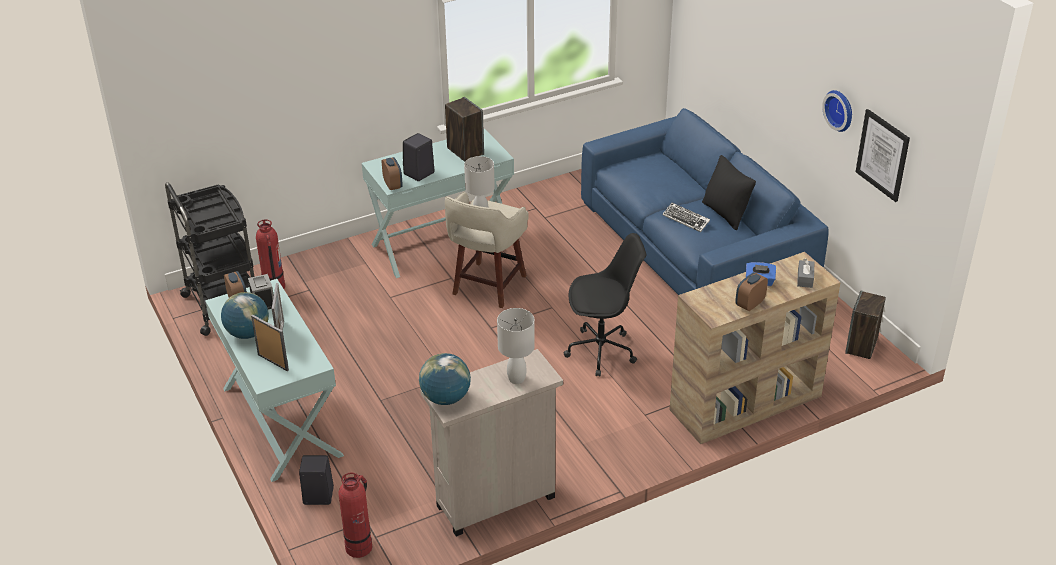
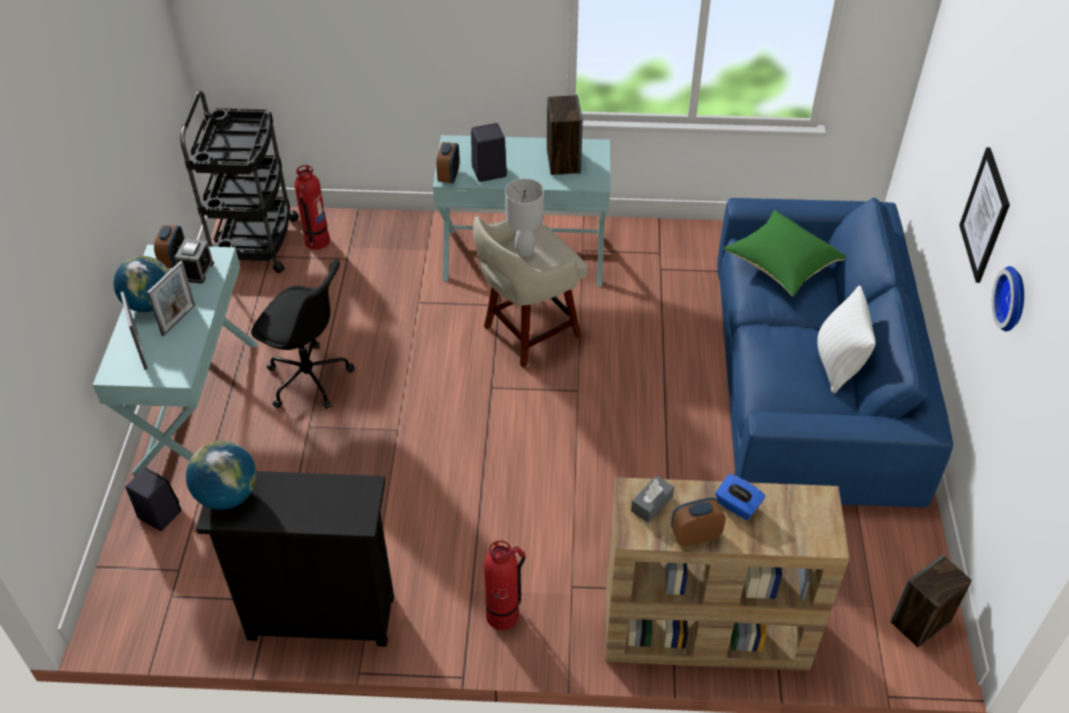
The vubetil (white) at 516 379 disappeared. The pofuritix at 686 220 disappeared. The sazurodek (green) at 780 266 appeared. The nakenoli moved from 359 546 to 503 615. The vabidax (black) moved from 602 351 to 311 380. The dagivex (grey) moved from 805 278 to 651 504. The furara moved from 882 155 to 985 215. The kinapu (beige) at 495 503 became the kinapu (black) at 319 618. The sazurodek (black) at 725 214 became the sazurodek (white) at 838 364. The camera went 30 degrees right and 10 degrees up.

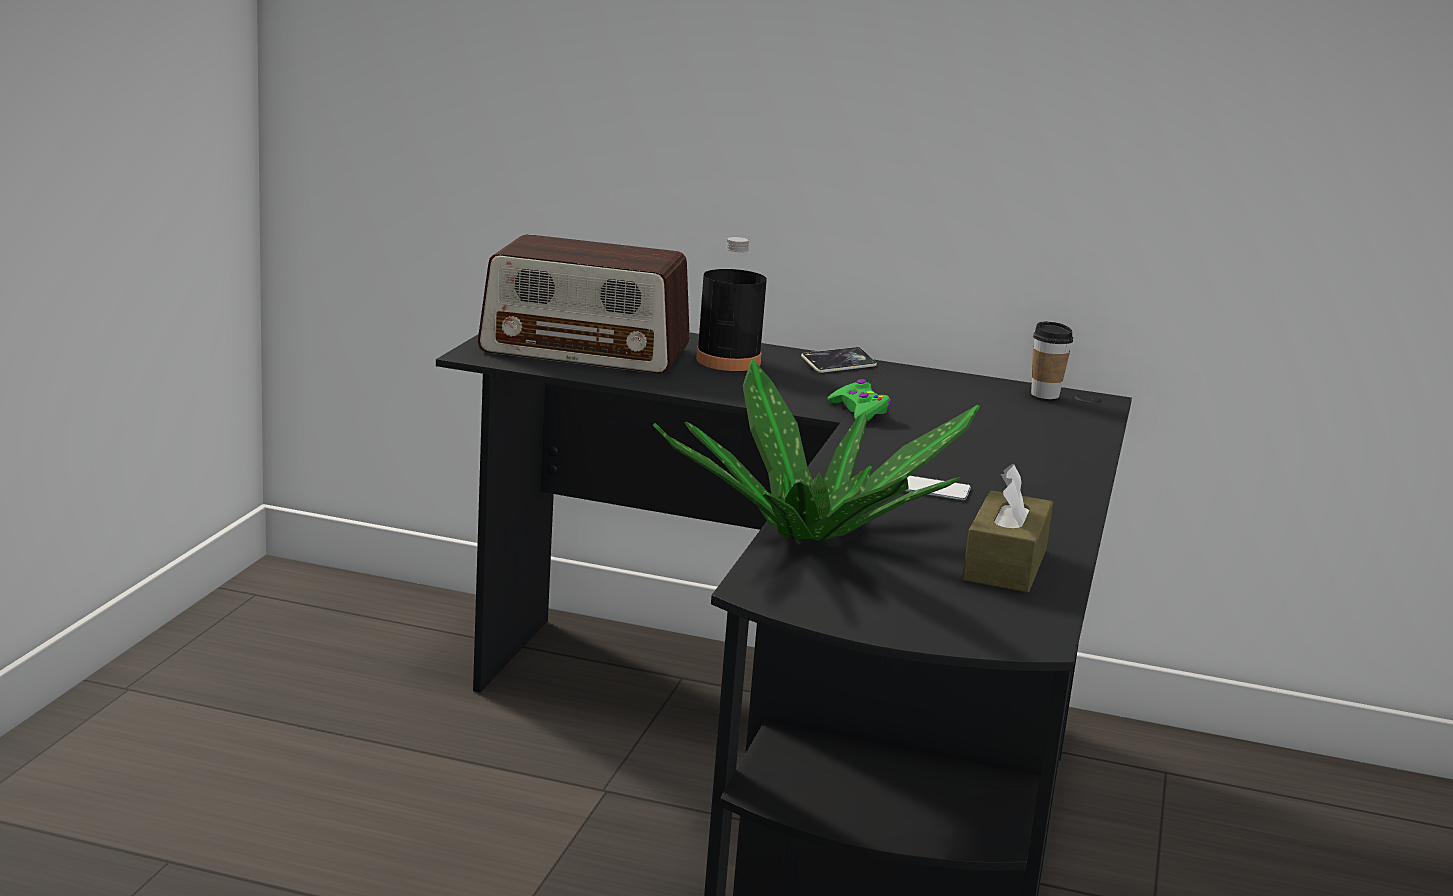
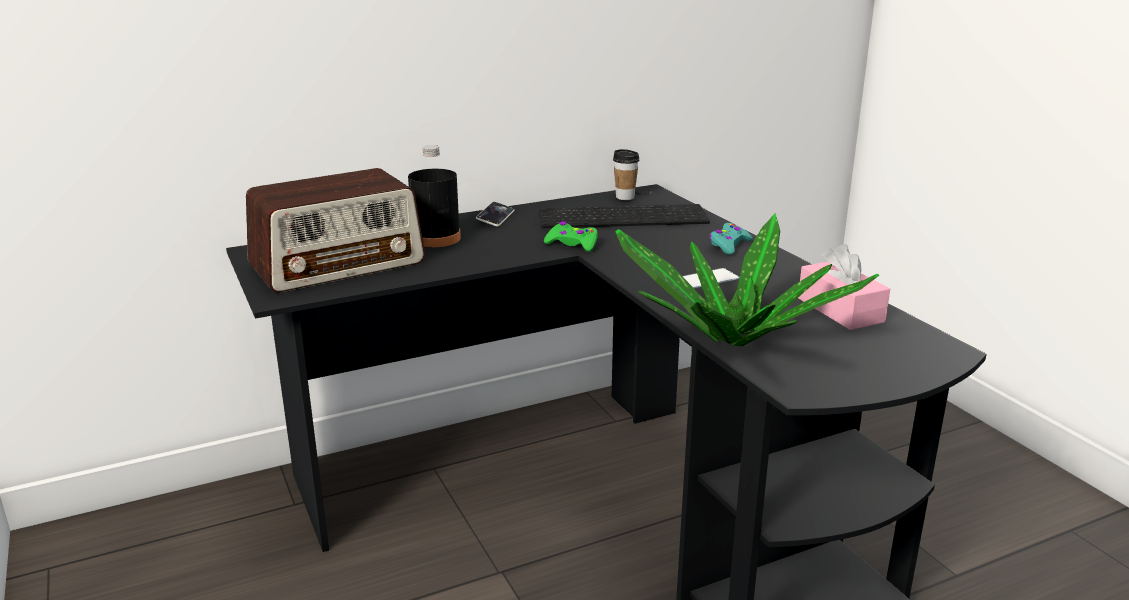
The pofuritix at 624 216 appeared. The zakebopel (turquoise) at 729 245 appeared. The dagivex (brown) at 1005 564 became the dagivex (pink) at 840 310. The camera went 40 degrees left and 5 degrees up.

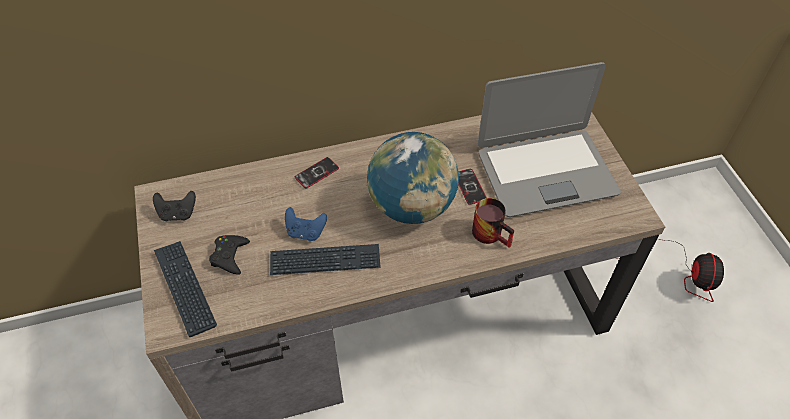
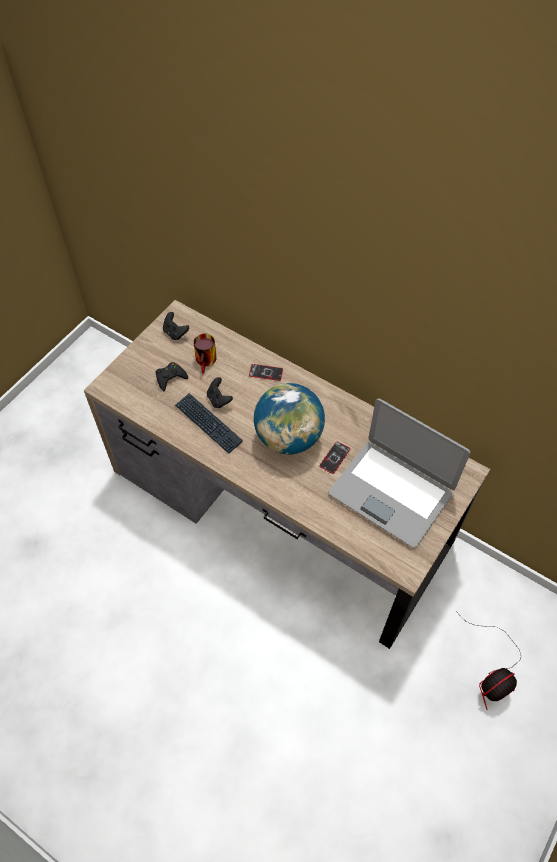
The pofuritix at 185 288 disappeared. The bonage moved from 492 233 to 207 361. The zakebopel (blue) at 305 232 became the zakebopel (black) at 219 399. The camera went 50 degrees right and 5 degrees up.

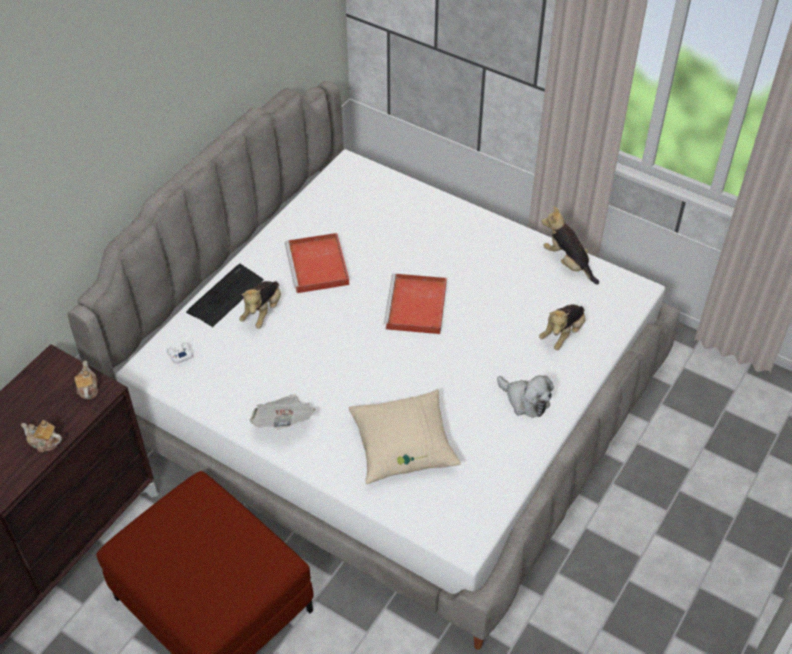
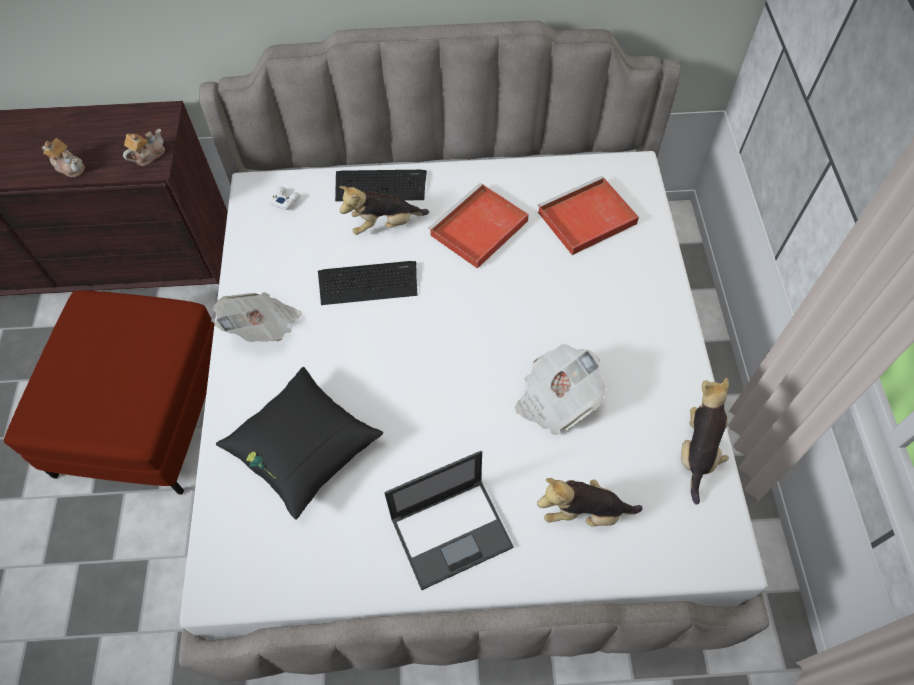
The pofuritix at 368 283 appeared. The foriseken at 556 399 appeared. The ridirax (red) moved from 416 307 to 585 219. The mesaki at 525 401 was replaced by the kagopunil at 452 531. The sazurodek (beige) at 403 446 became the sazurodek (black) at 304 448. The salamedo at 44 442 turned 135 degrees clockwise. The camera went 55 degrees right and 10 degrees up.

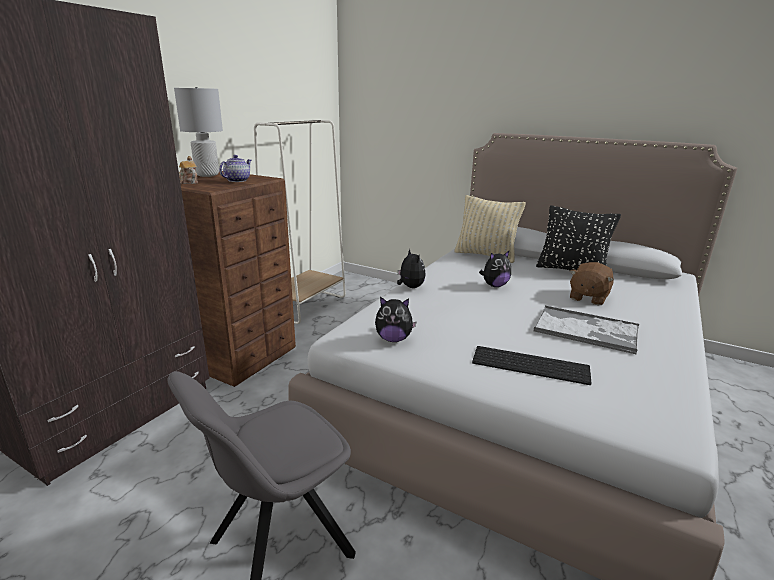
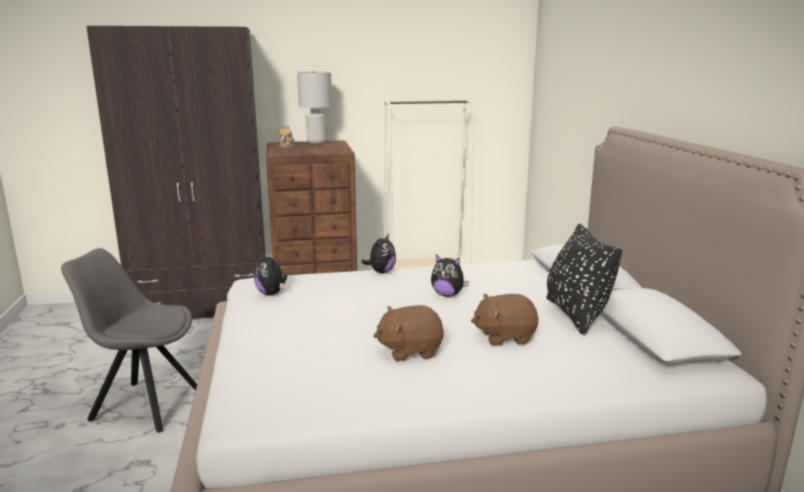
The salamedo at 237 180 disappeared. The sazurodek (beige) at 485 255 disappeared. The pofuritix at 531 364 disappeared. The ridirax at 587 330 was replaced by the mesaki (brown) at 410 351. The camera went 50 degrees right and 5 degrees down.

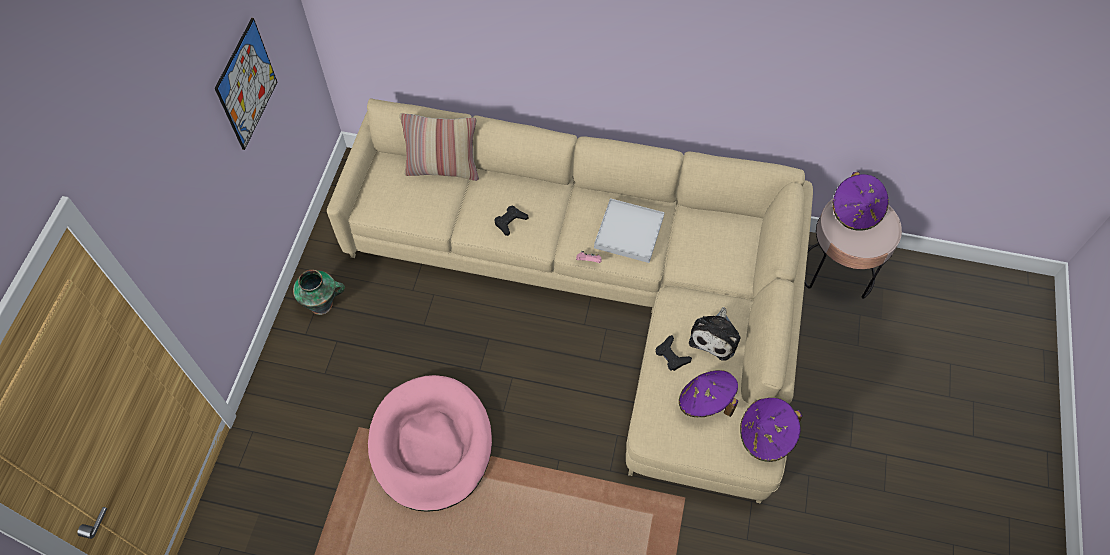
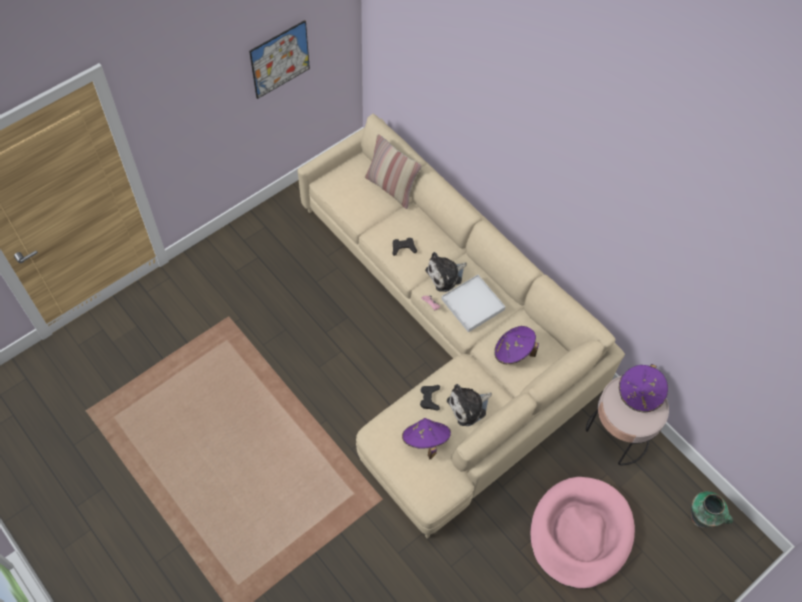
The mesaki at 446 275 appeared. The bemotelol moved from 322 304 to 702 518. The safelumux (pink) moved from 431 444 to 580 533. The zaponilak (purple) moved from 766 436 to 513 352. The camera went 35 degrees right and 0 degrees up.

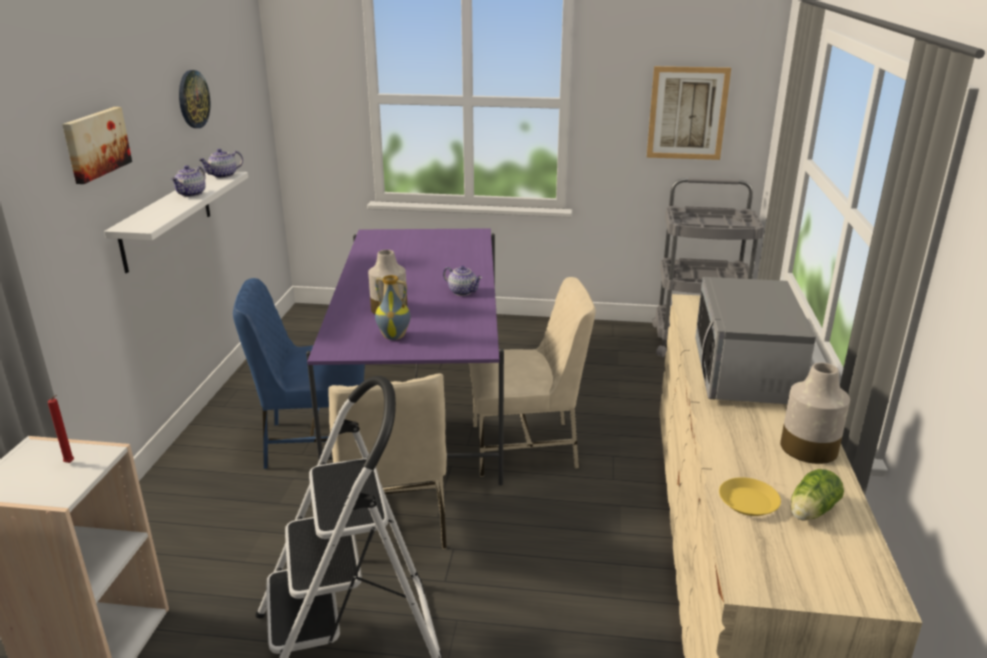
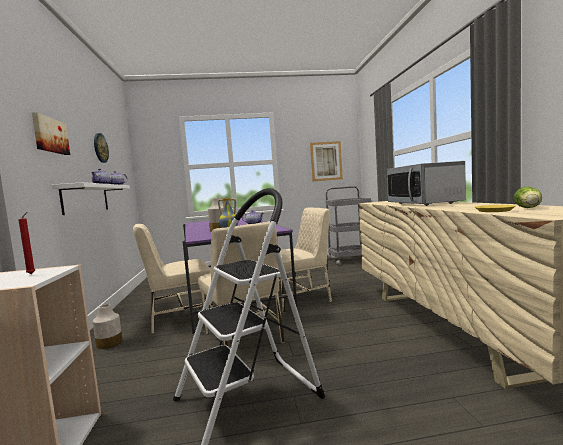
The bemotelol (beige) moved from 809 447 to 109 343. The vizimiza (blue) at 315 442 became the vizimiza (beige) at 180 318. The camera went 15 degrees left and 20 degrees down.

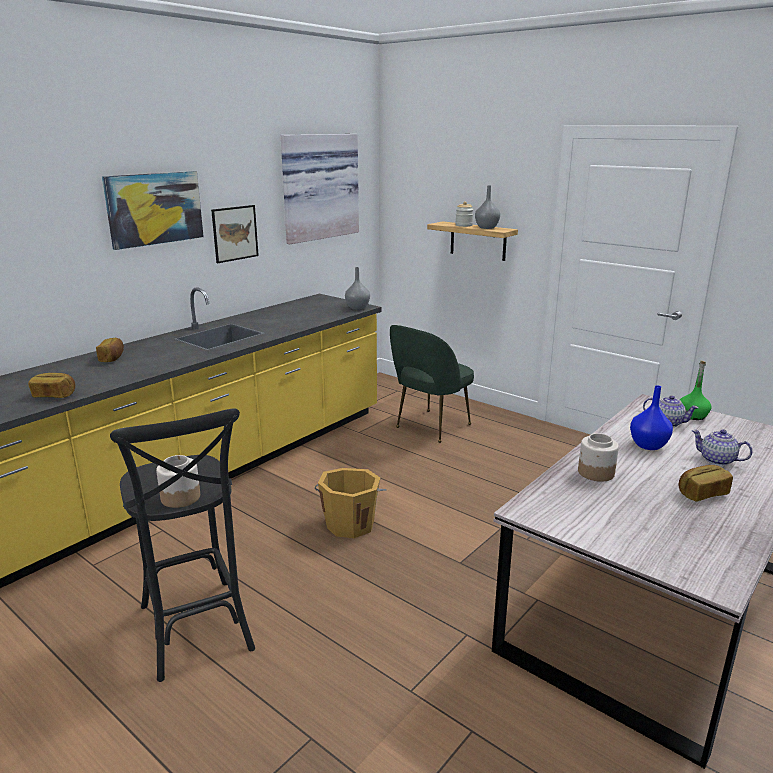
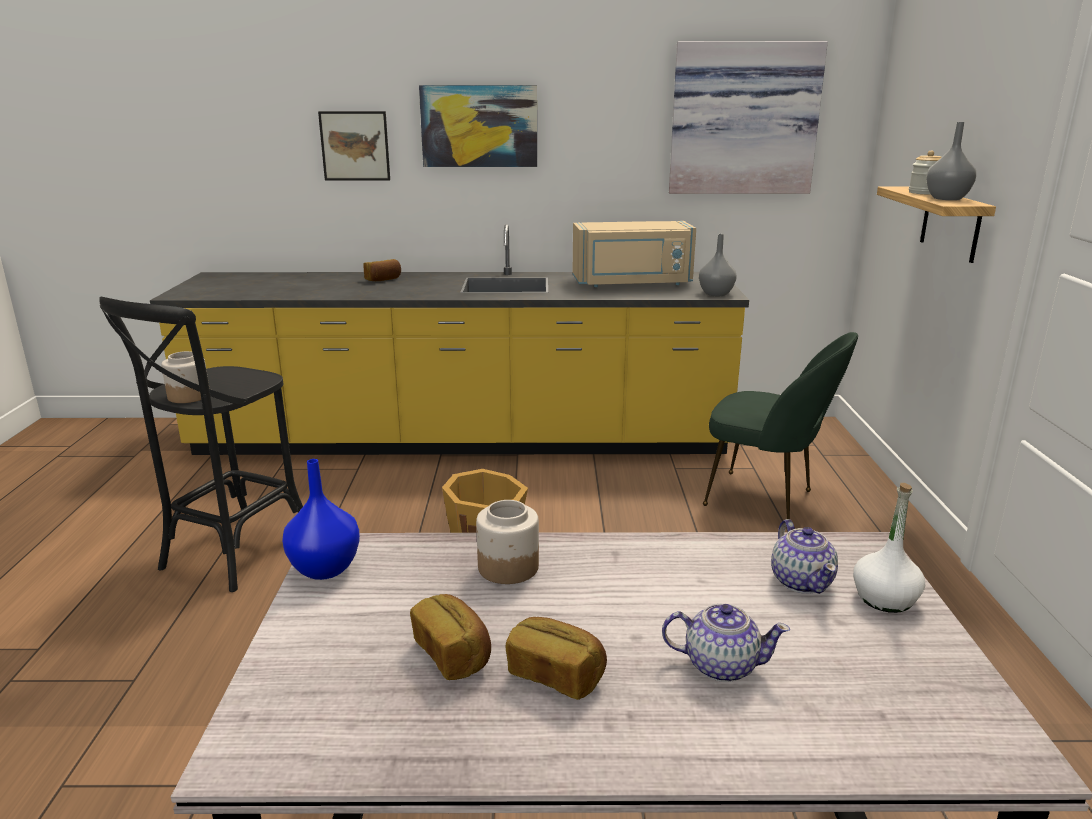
The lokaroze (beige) at 632 283 appeared. The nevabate moved from 54 395 to 453 654. The furara moved from 235 233 to 355 146. The bemotelol (blue) moved from 648 445 to 326 569. The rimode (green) at 692 415 became the rimode (white) at 885 598. The vizimiza (green) at 429 428 turned 150 degrees counterclockwise. The salamedo at 717 460 turned 105 degrees clockwise. The camera went 50 degrees right and 0 degrees up.

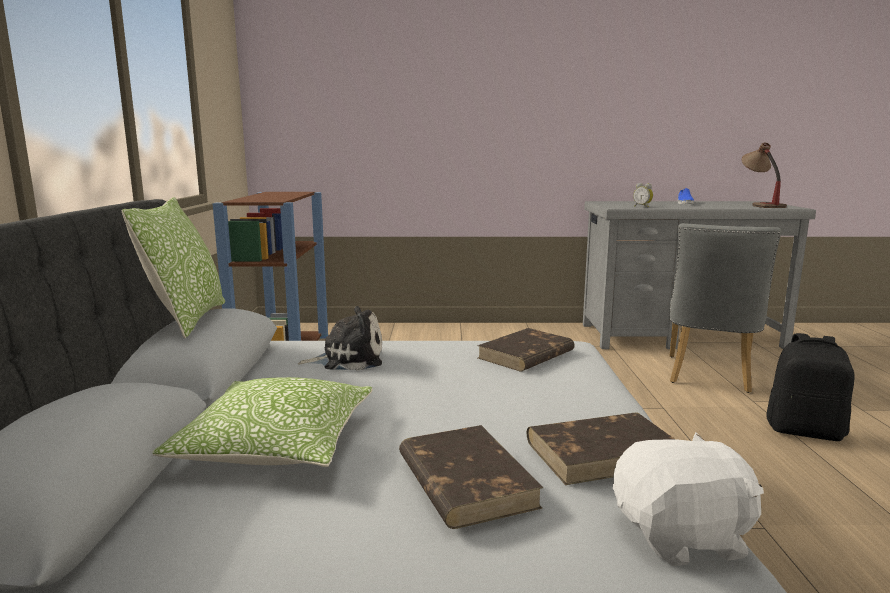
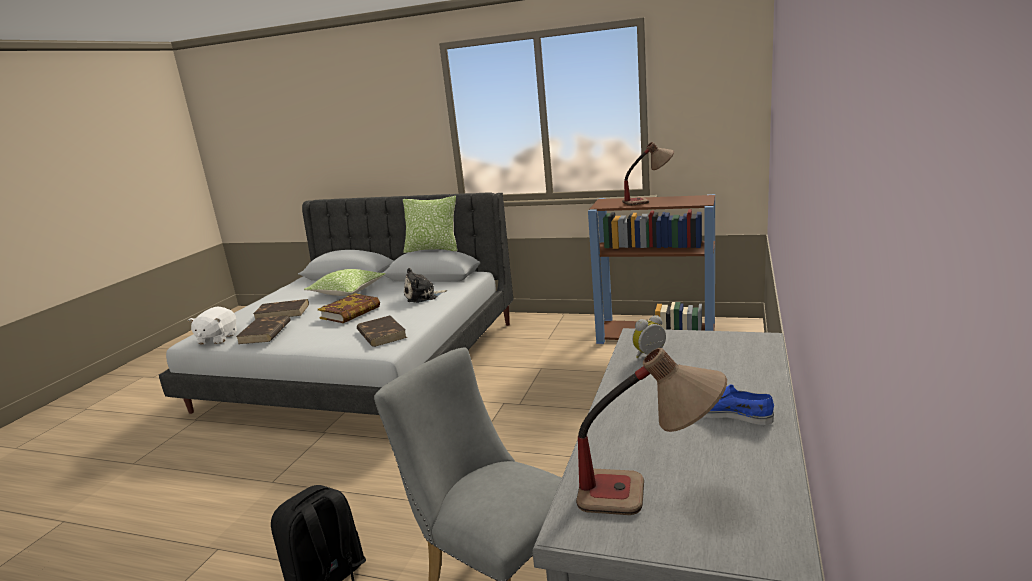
The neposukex at 350 312 appeared. The vubetil at 649 201 appeared. The mesaki at 348 359 turned 60 degrees clockwise. The camera went 110 degrees right and 5 degrees up.

